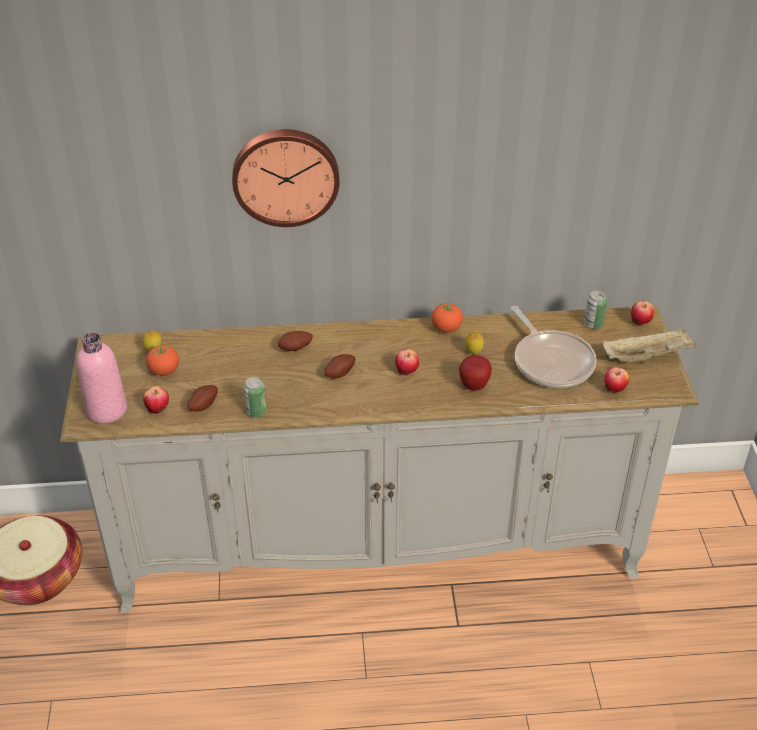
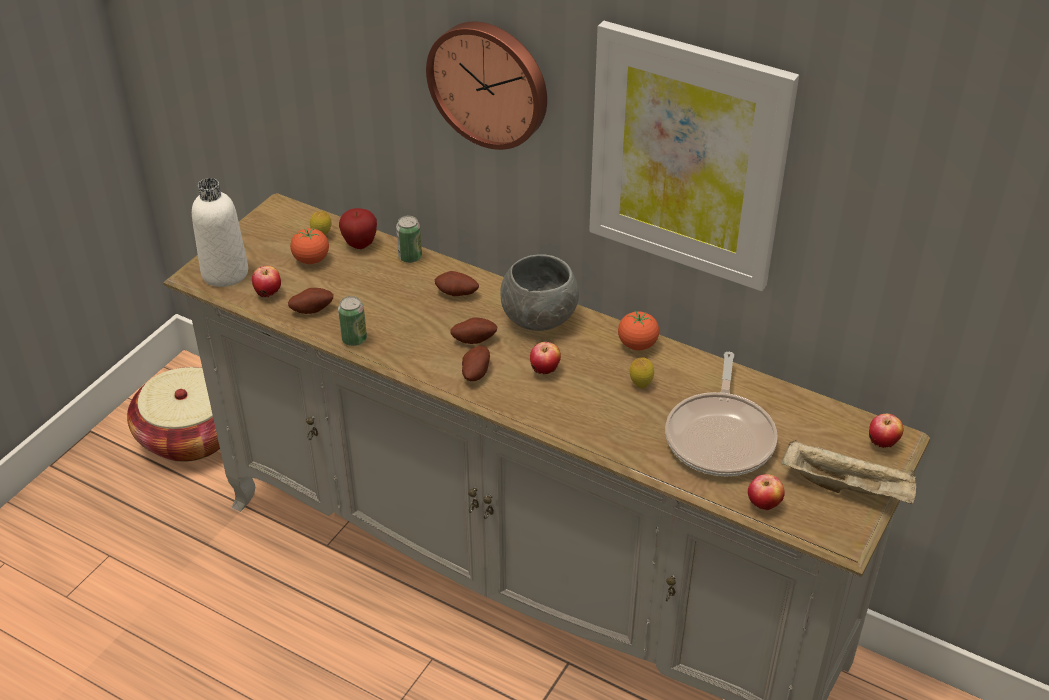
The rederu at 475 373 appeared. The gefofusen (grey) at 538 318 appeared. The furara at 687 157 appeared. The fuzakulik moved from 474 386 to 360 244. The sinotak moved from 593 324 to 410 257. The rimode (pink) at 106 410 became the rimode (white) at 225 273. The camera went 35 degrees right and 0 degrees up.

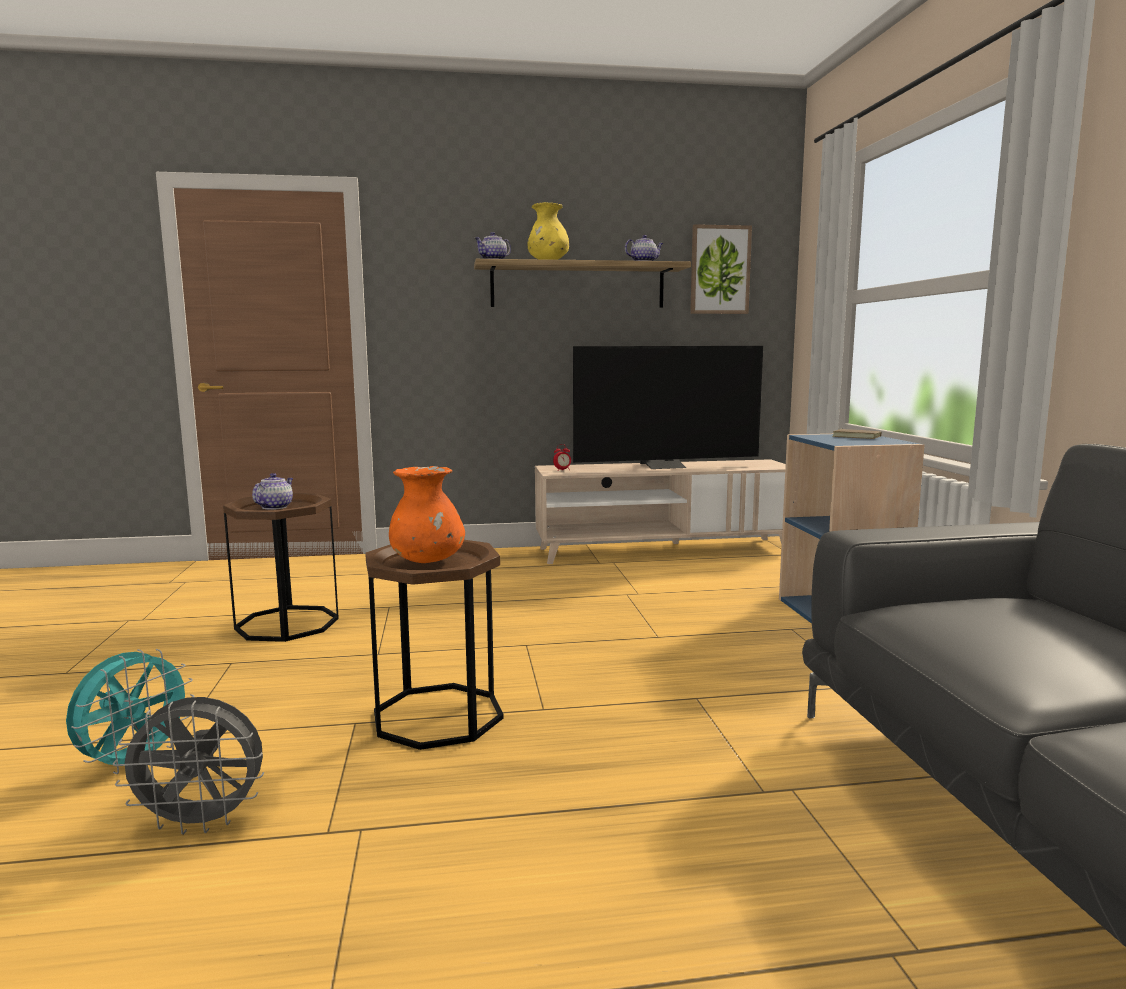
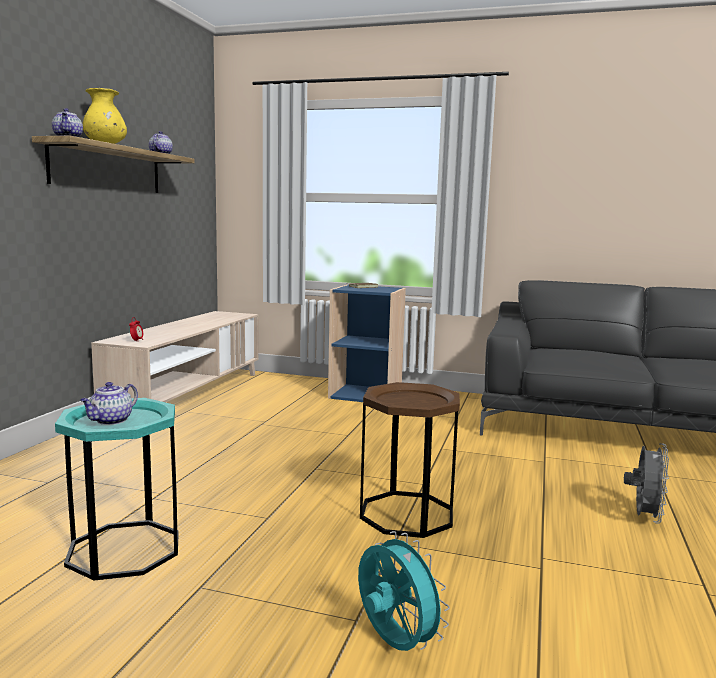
The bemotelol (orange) at 428 561 disappeared. The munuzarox at 665 466 disappeared. The furara at 720 270 disappeared. The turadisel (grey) moved from 202 822 to 644 517. The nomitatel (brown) at 287 624 became the nomitatel (turquoise) at 124 549. The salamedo at 275 507 turned 105 degrees counterclockwise. The camera went 65 degrees left and 0 degrees up.

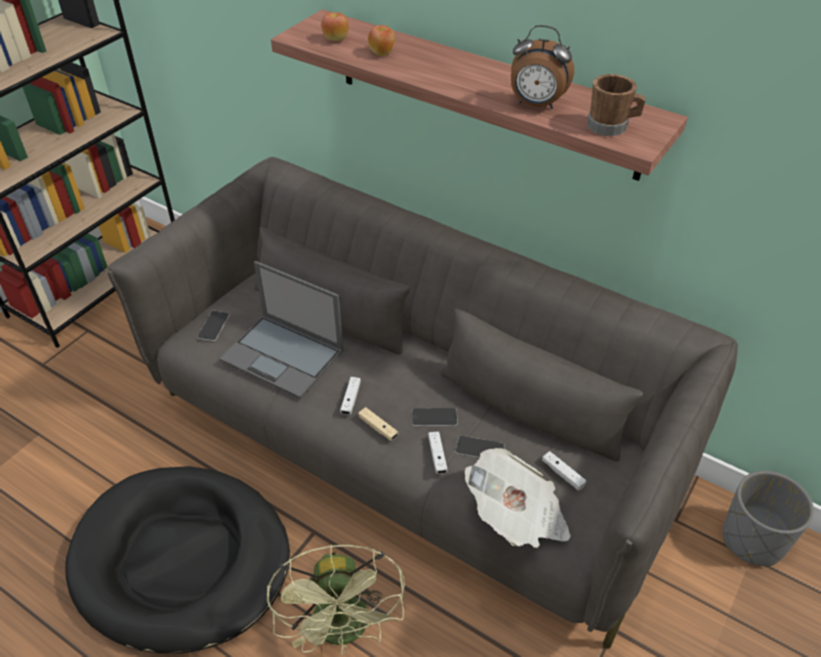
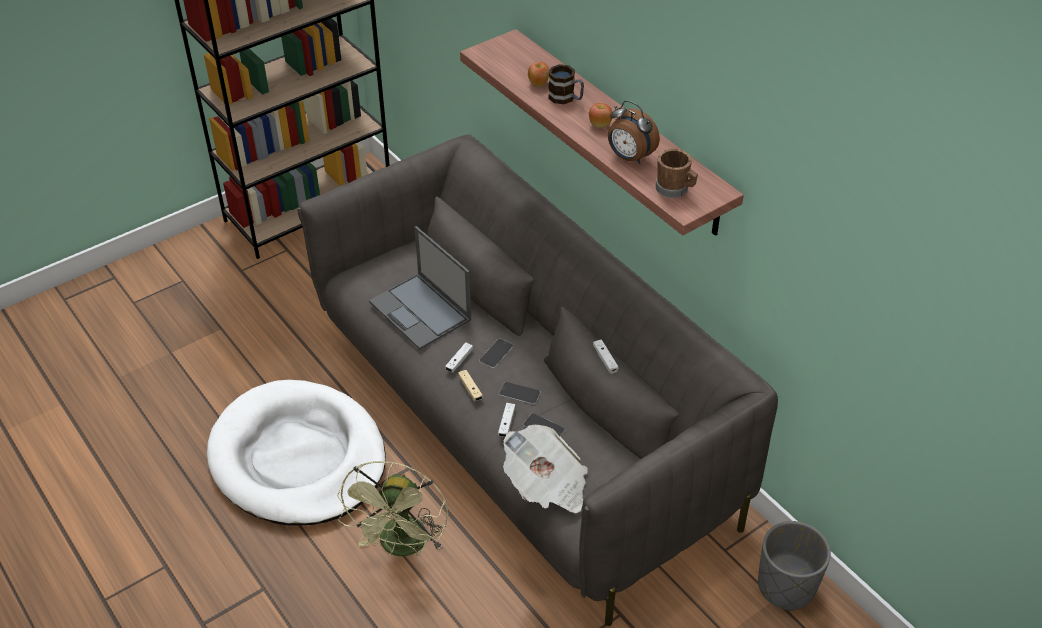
The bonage at 566 98 appeared. The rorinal moved from 213 326 to 496 353. The fuzakulik moved from 335 39 to 600 125. The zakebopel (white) moved from 562 474 to 605 359. The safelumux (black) at 182 561 became the safelumux (white) at 298 458. The camera went 20 degrees right and 0 degrees up.

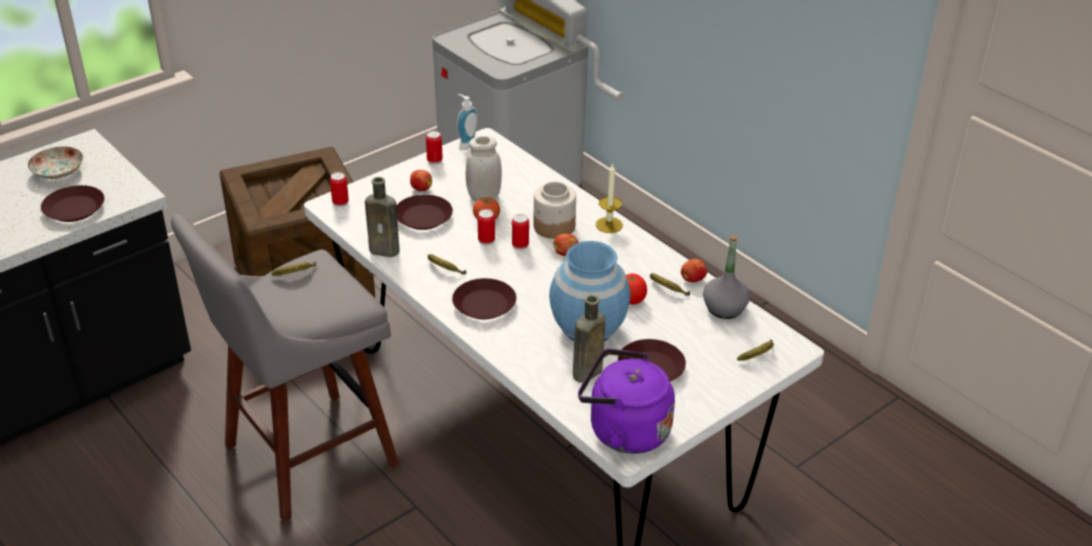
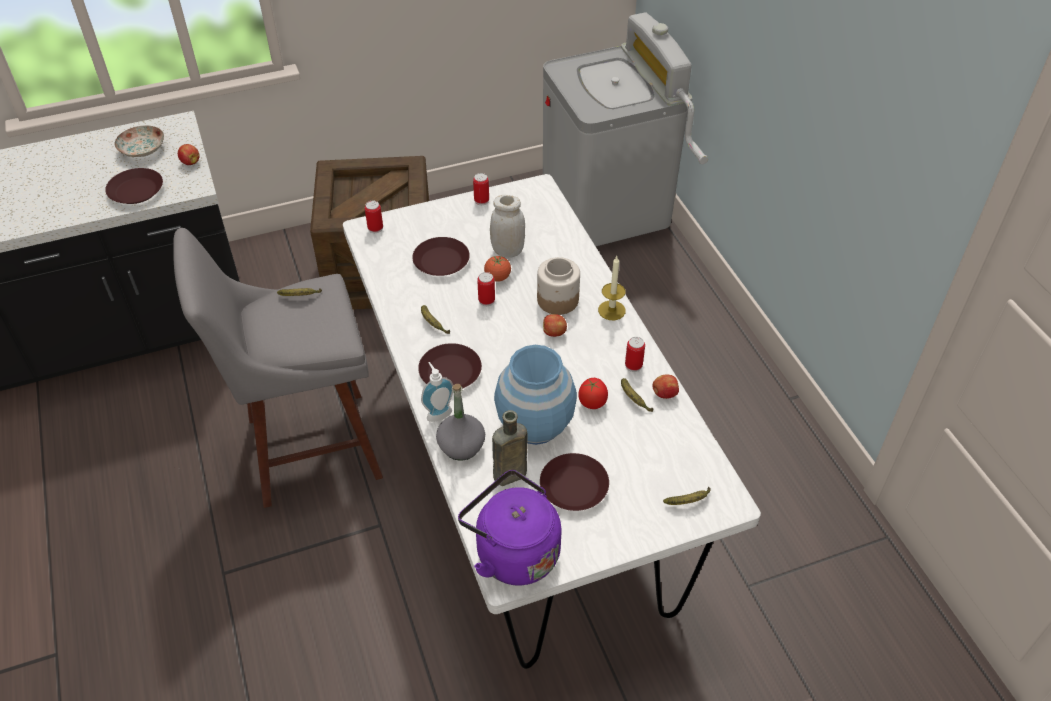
The rimode (brown) at 386 251 disappeared. The fuzakulik moved from 420 189 to 190 162. The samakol moved from 466 144 to 438 412. The sinotak moved from 520 245 to 633 365. The rimode (grey) moved from 724 308 to 461 446. The camera went 20 degrees right and 10 degrees up.

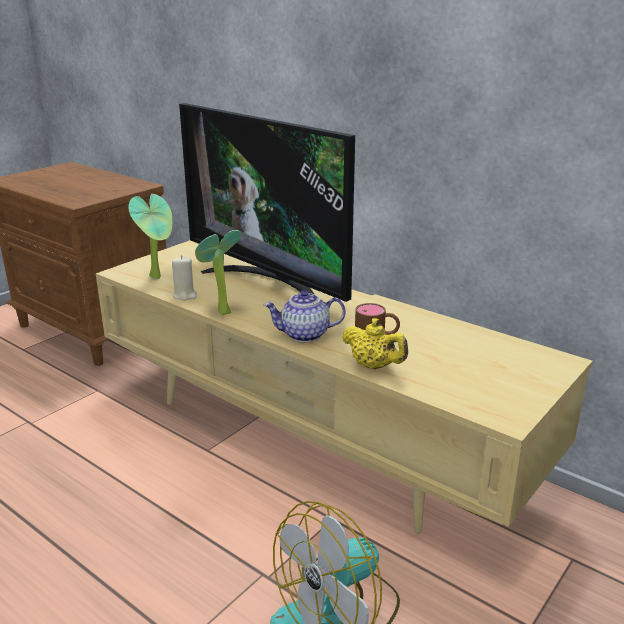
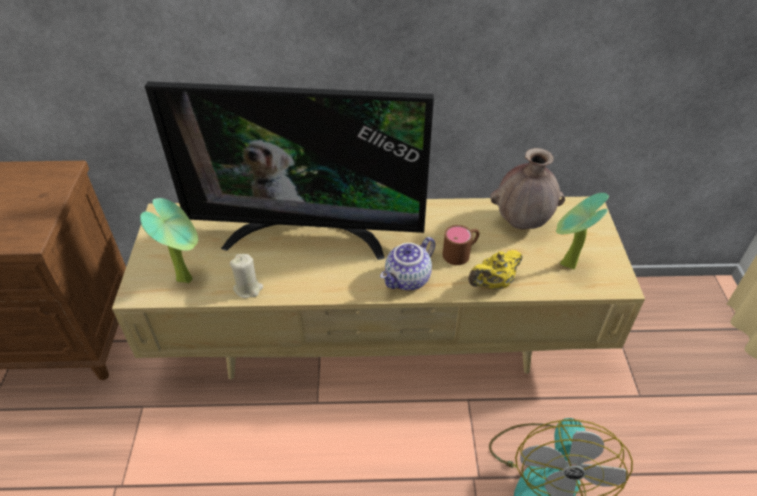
The bemotelol (brown) at 522 222 appeared. The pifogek moved from 220 312 to 565 266. The salamedo (yellow) at 374 366 turned 150 degrees clockwise. The camera went 40 degrees left and 20 degrees up.

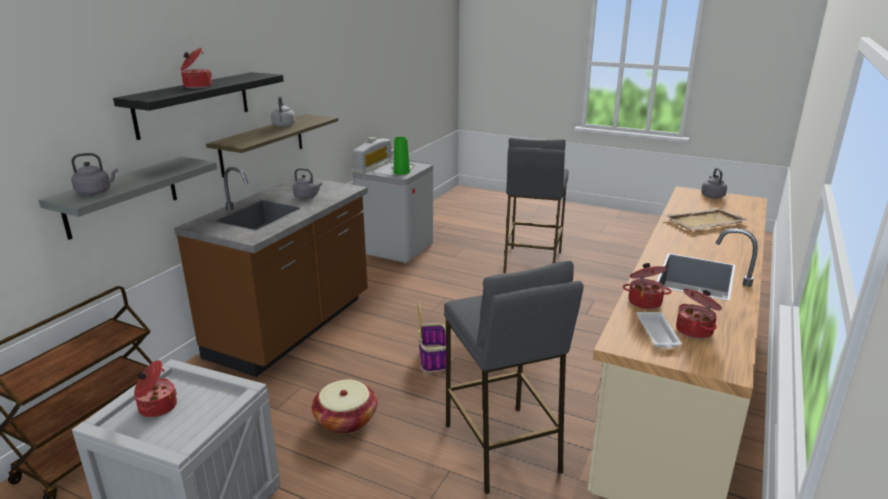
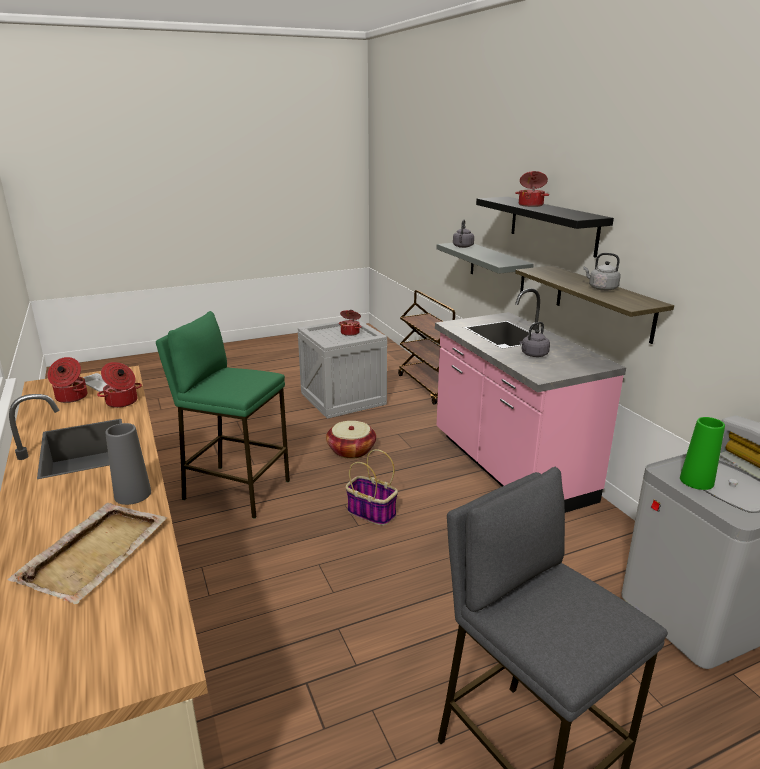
The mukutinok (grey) at 712 196 disappeared. The bemotelol (grey) at 133 494 appeared. The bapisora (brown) at 292 328 became the bapisora (pink) at 509 468. The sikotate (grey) at 502 448 became the sikotate (green) at 236 490. The camera went 130 degrees right and 0 degrees up.

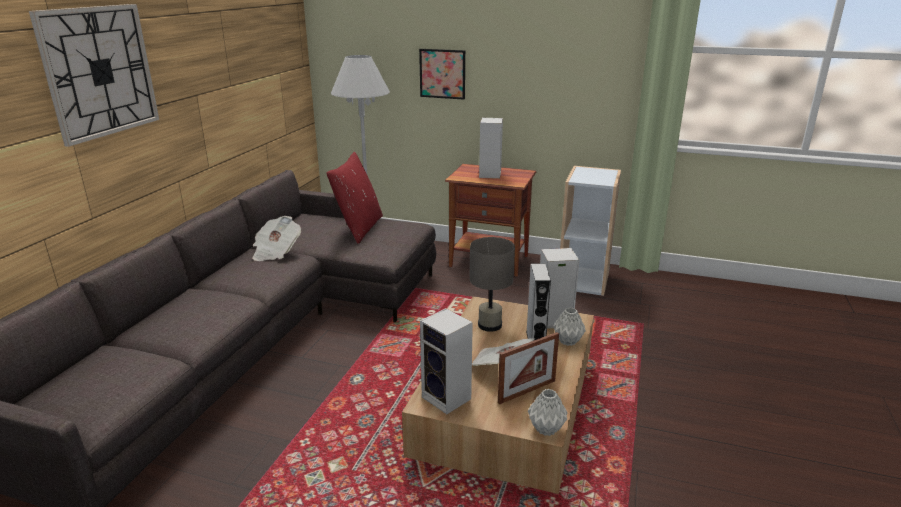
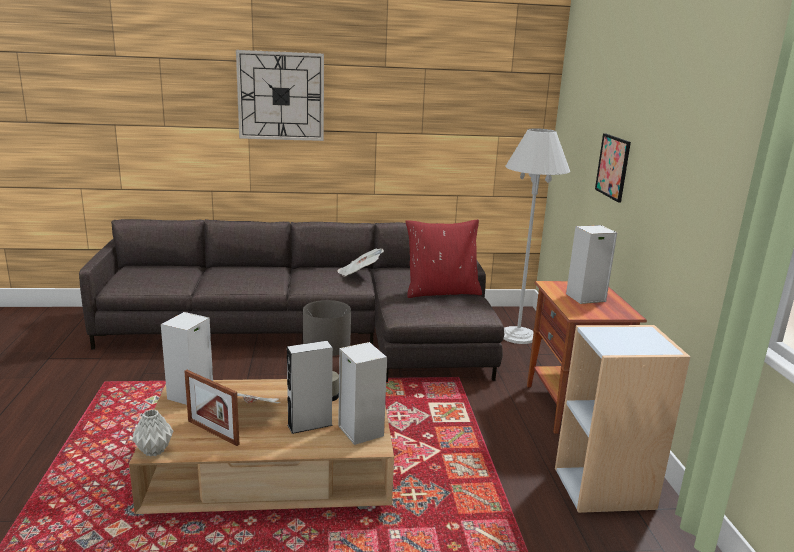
The bemotelol (grey) at 567 341 disappeared. The camera went 65 degrees right and 5 degrees down.

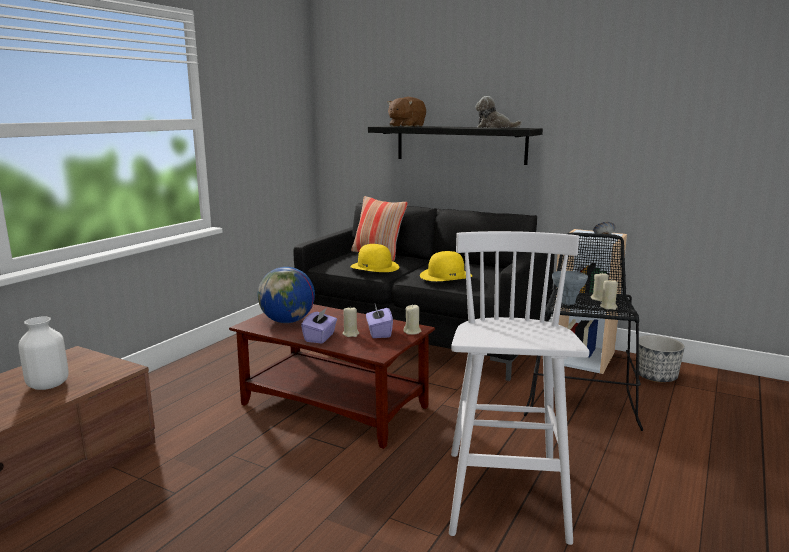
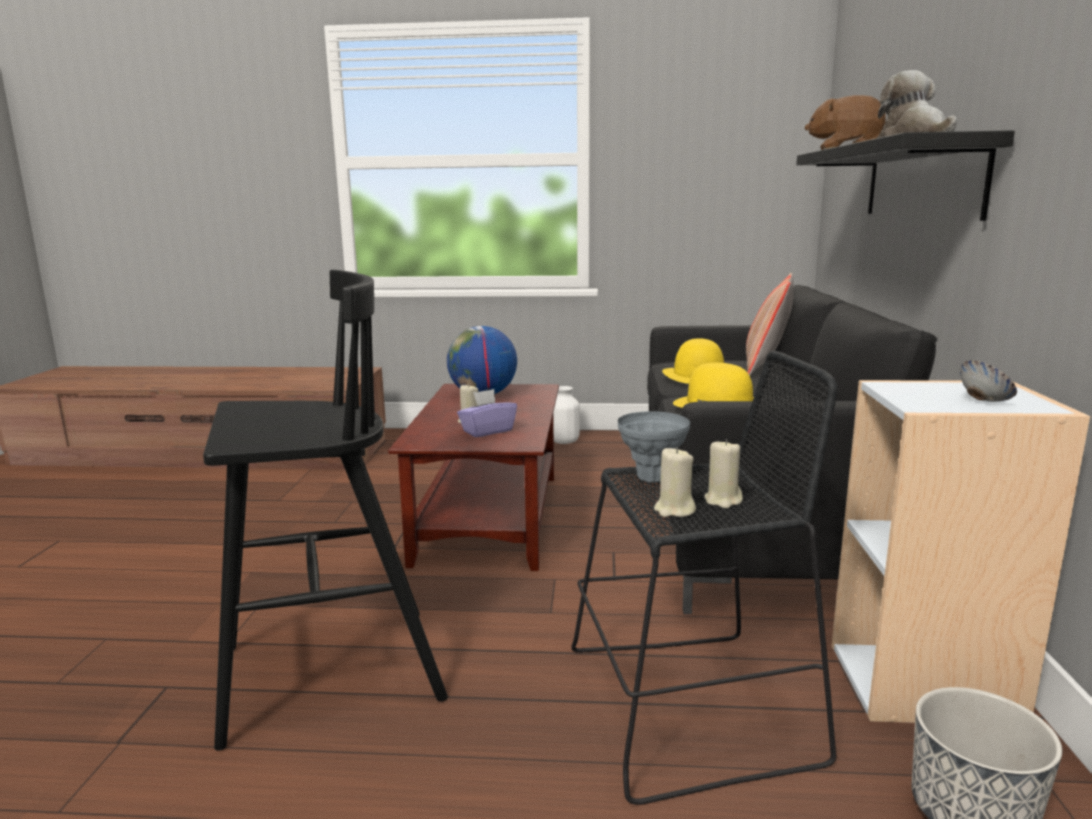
The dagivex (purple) at 320 337 disappeared. The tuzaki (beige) at 412 332 disappeared. The bemotelol (white) moved from 49 384 to 564 441. The sikotate (white) at 505 496 became the sikotate (black) at 325 674. The camera went 65 degrees right and 0 degrees up.

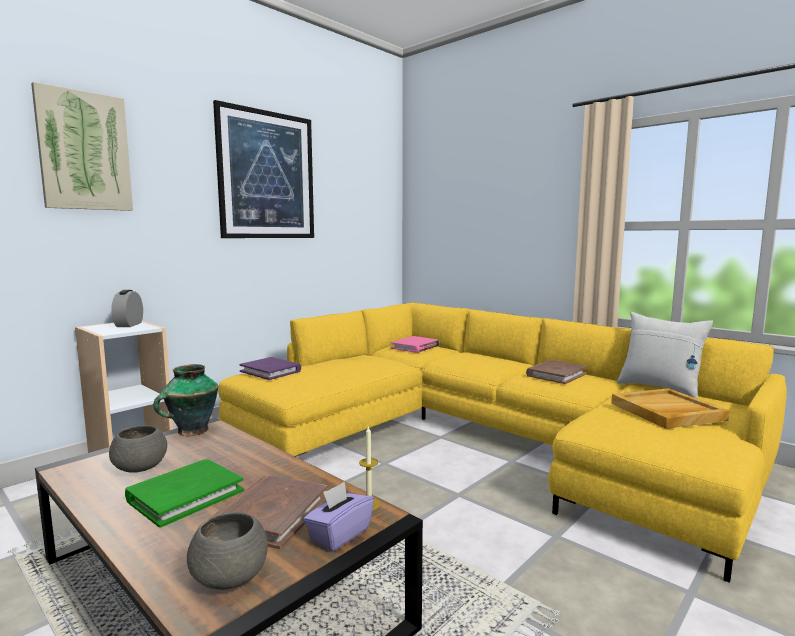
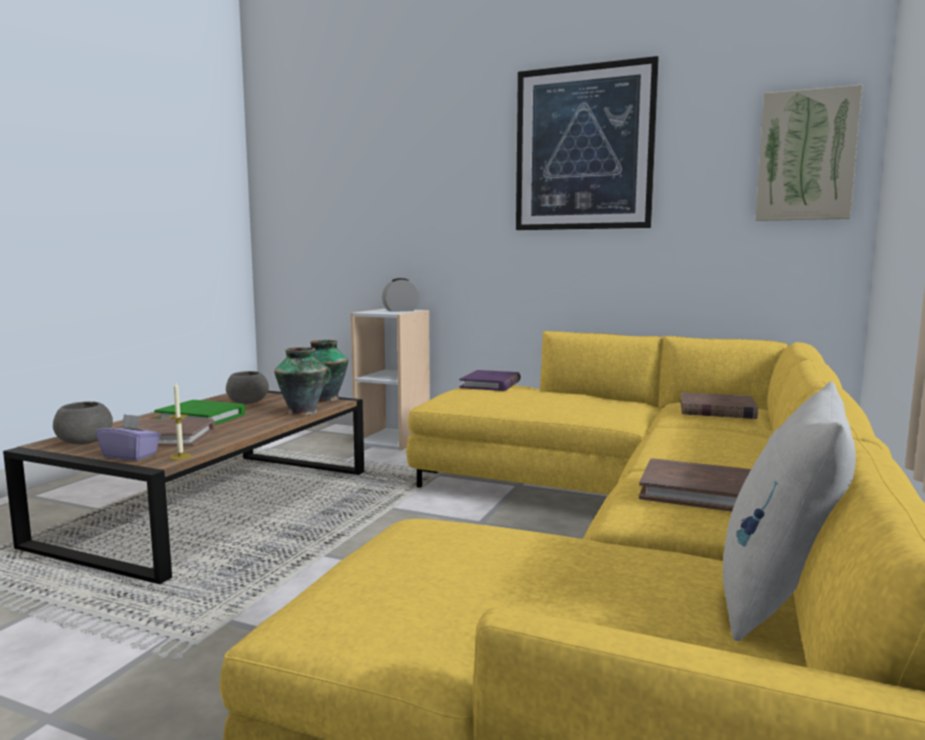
The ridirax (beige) at 666 412 disappeared. The bemotelol at 304 412 appeared. The furara moved from 84 151 to 806 156. The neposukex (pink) at 415 347 became the neposukex (brown) at 717 410. The camera went 70 degrees right and 0 degrees up.

